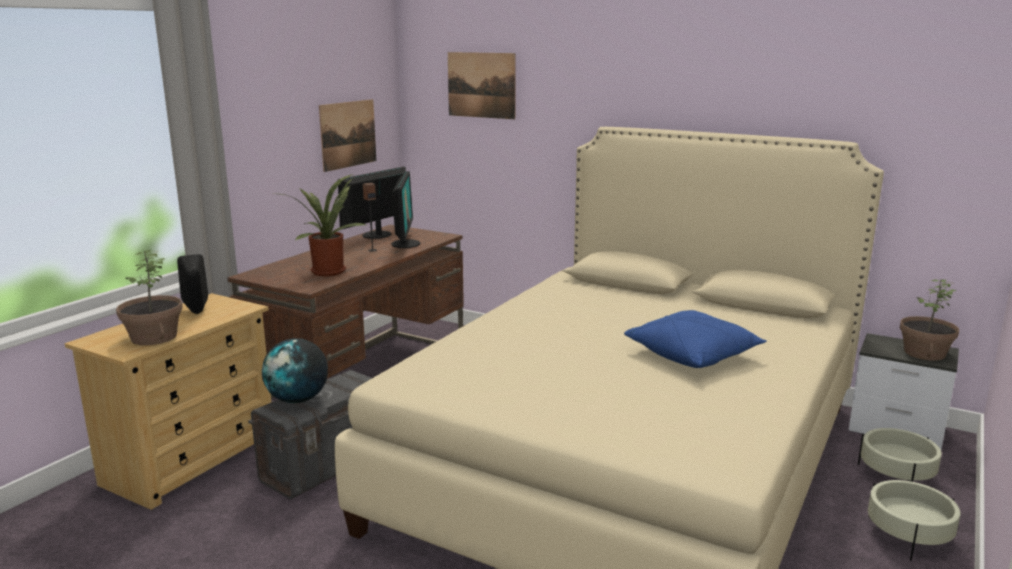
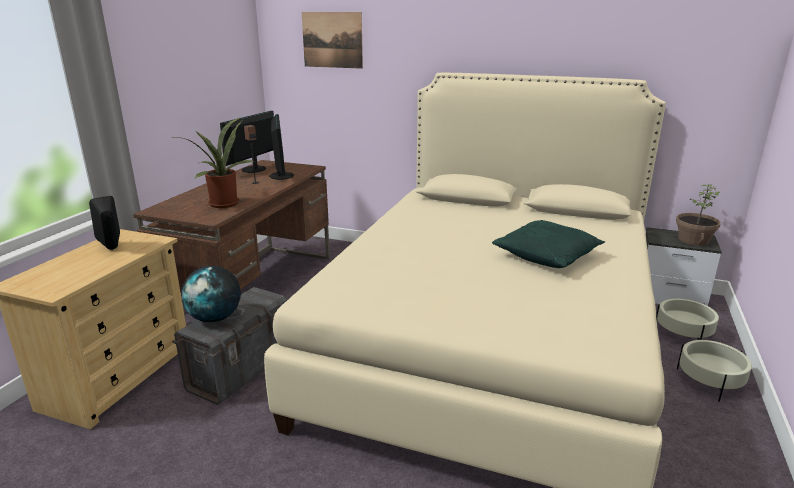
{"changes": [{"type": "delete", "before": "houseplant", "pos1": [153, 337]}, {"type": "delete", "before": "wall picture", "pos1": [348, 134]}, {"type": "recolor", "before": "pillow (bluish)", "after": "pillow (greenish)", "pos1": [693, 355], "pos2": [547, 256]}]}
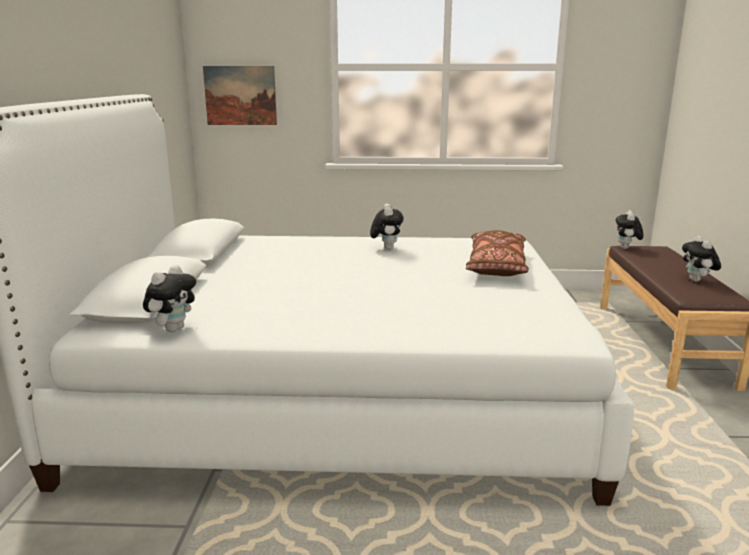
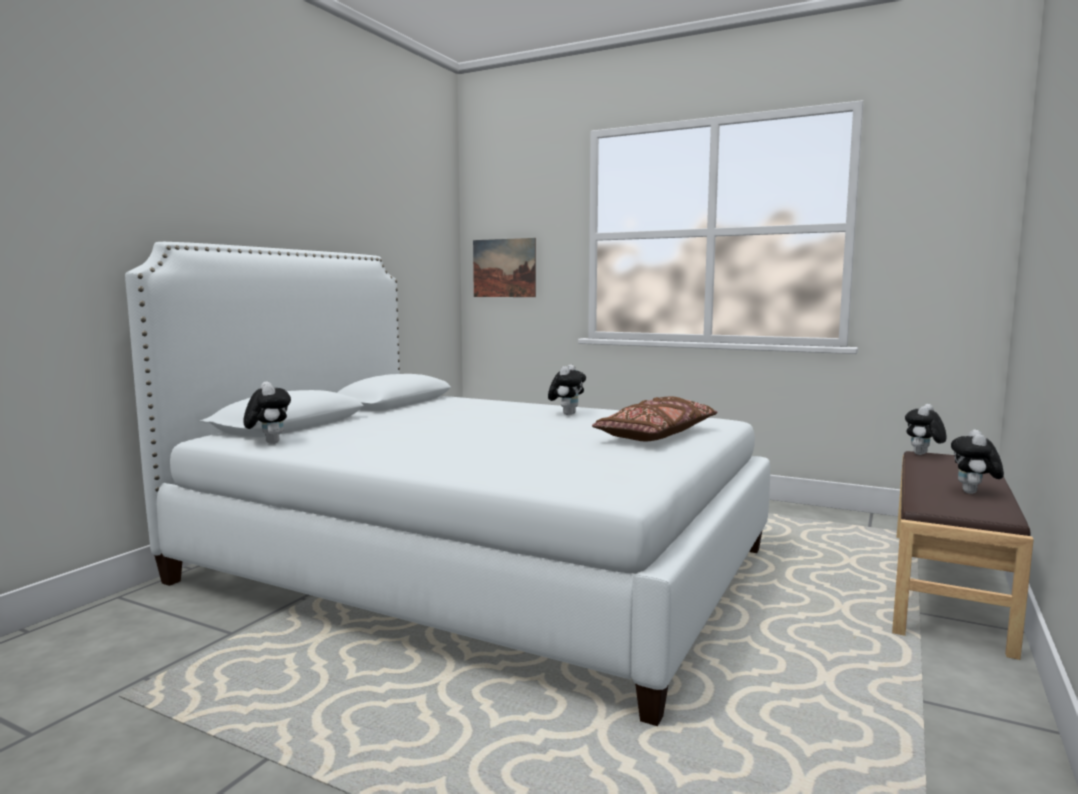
{"changes": [{"type": "rotate", "before": "soft toy", "pos1": [173, 328], "pos2": [269, 442], "turn": -75}]}
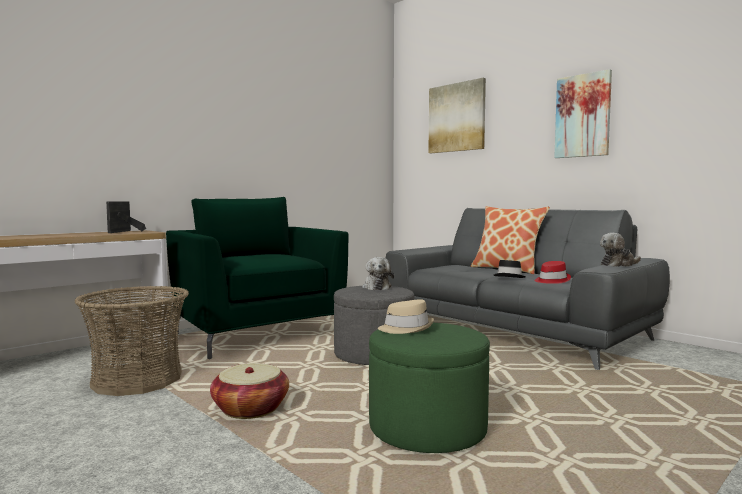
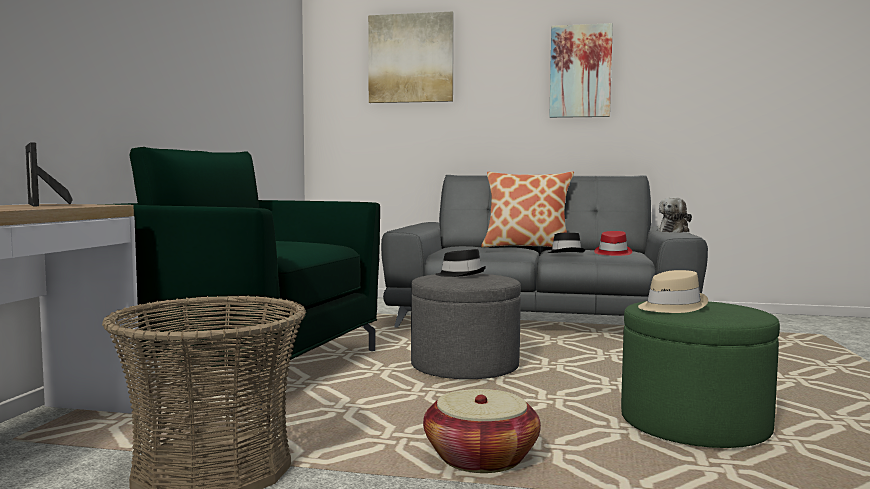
{"changes": [{"type": "replace", "before": "soft toy", "after": "wearable hat (blackish)", "pos1": [376, 287], "pos2": [461, 274]}]}
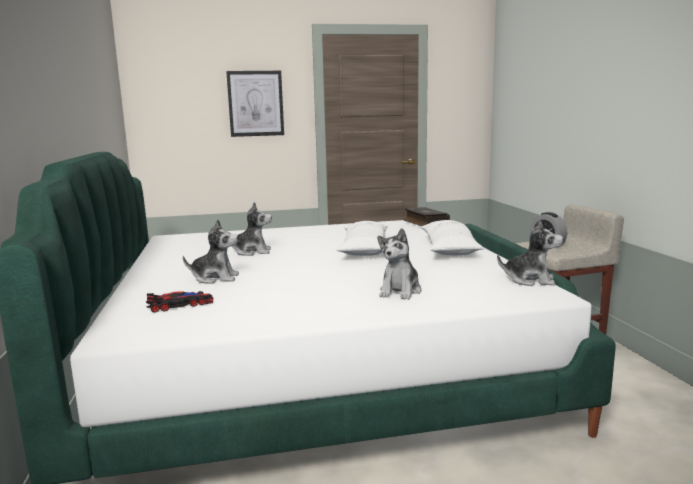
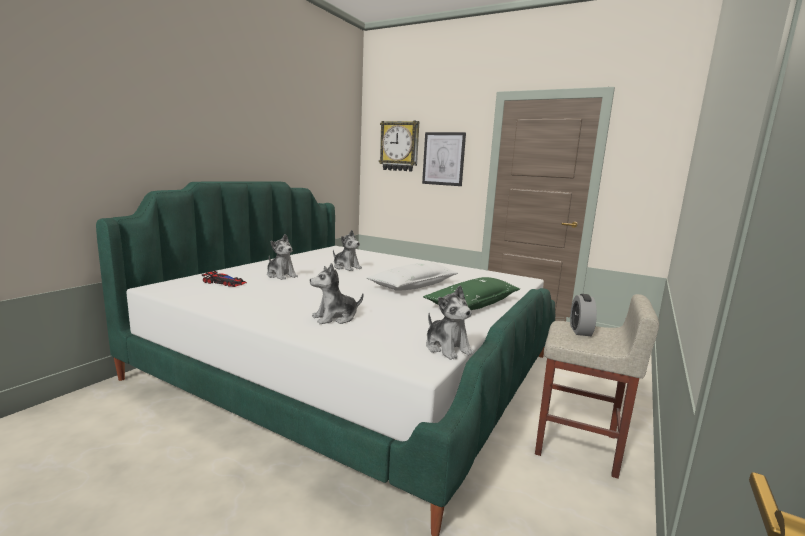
{"changes": [{"type": "delete", "before": "bound book", "pos1": [425, 223]}, {"type": "recolor", "before": "pillow (white)", "after": "pillow (greenish)", "pos1": [448, 248], "pos2": [473, 304]}, {"type": "insert", "after": "wall clock", "pos2": [399, 146]}]}
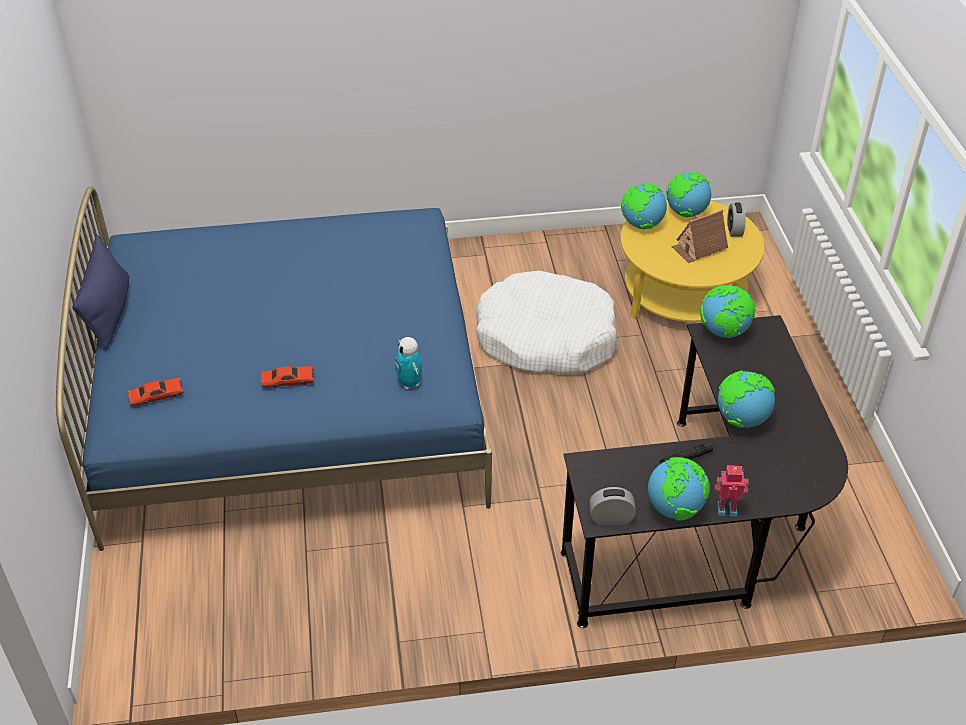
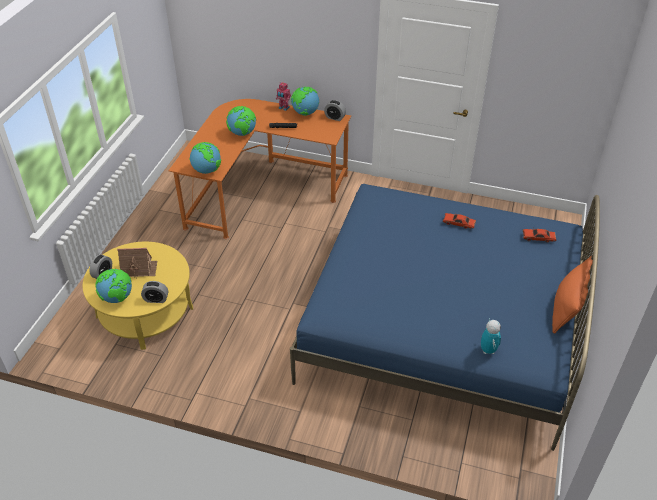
{"changes": [{"type": "recolor", "before": "pillow (bluish)", "after": "pillow (orange-coloured)", "pos1": [109, 313], "pos2": [567, 307]}, {"type": "move", "before": "toy robot", "pos1": [409, 383], "pos2": [488, 350]}, {"type": "delete", "before": "pet bed (white)", "pos1": [546, 338]}, {"type": "recolor", "before": "desk (blackish)", "after": "desk (orange-coloured)", "pos1": [708, 529], "pos2": [259, 189]}, {"type": "replace", "before": "world globe", "after": "alarm clock", "pos1": [641, 225], "pos2": [156, 299]}]}
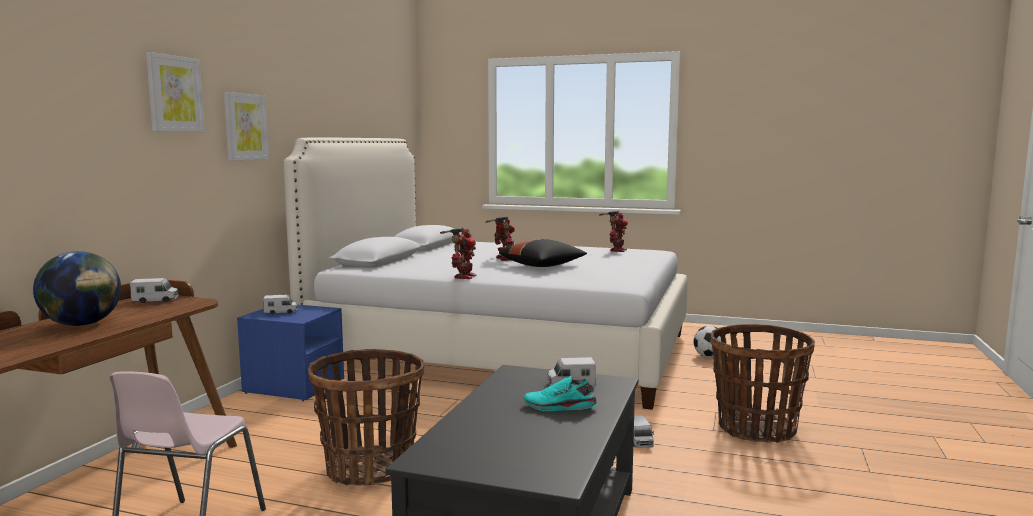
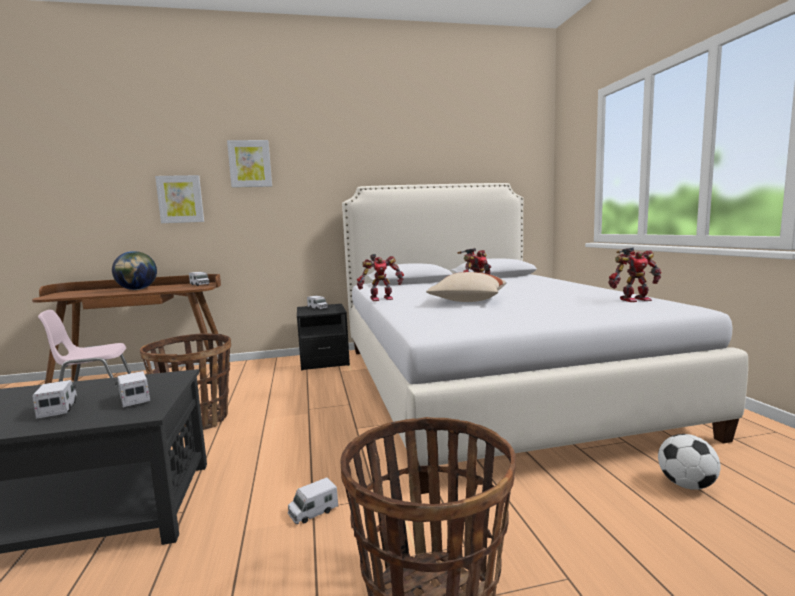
{"changes": [{"type": "move", "before": "wall picture", "pos1": [245, 127], "pos2": [180, 199]}, {"type": "recolor", "before": "bedside table (bluish)", "after": "bedside table (blackish)", "pos1": [294, 386], "pos2": [324, 361]}, {"type": "recolor", "before": "pillow (blackish)", "after": "pillow (sand-coloured)", "pos1": [543, 266], "pos2": [467, 301]}, {"type": "replace", "before": "low shoe (turquoise)", "after": "toy lorry", "pos1": [559, 408], "pos2": [58, 409]}]}
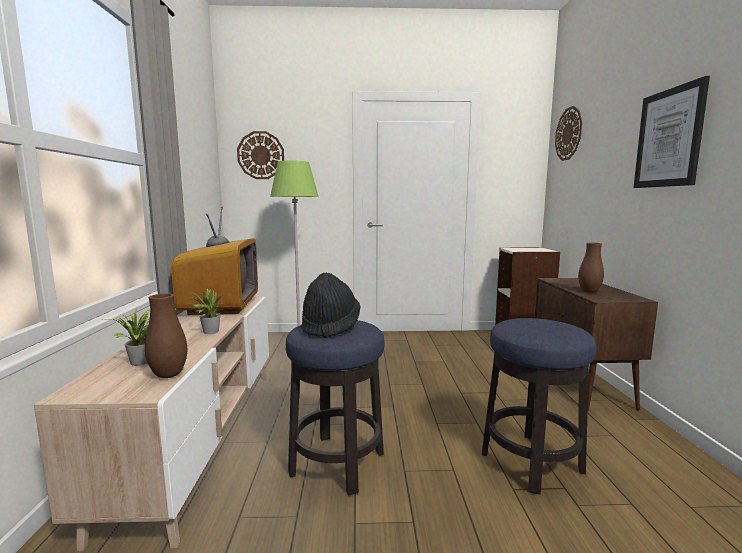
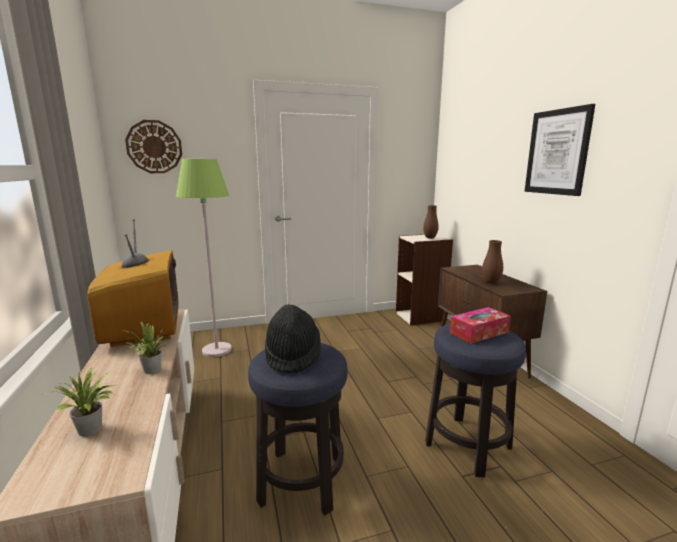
{"changes": [{"type": "move", "before": "decorative vase (brown-coloured)", "pos1": [168, 375], "pos2": [430, 238]}, {"type": "delete", "before": "wall clock", "pos1": [568, 134]}, {"type": "insert", "after": "tissue holder", "pos2": [479, 332]}]}
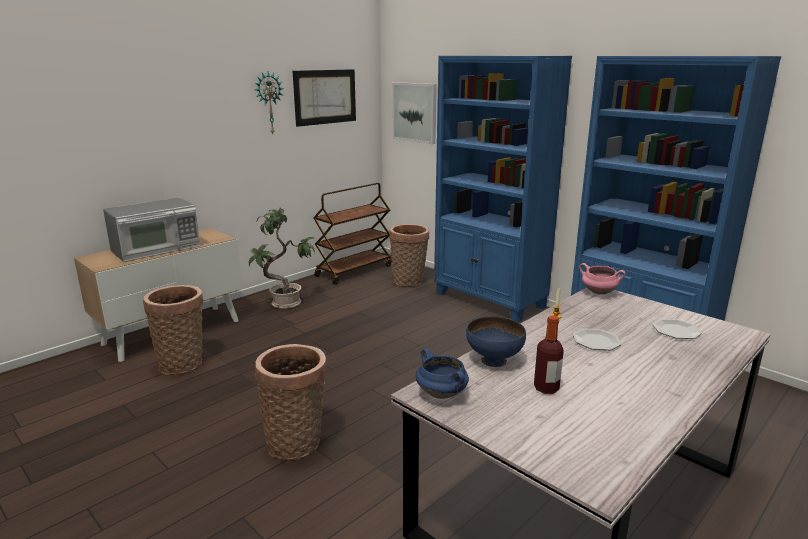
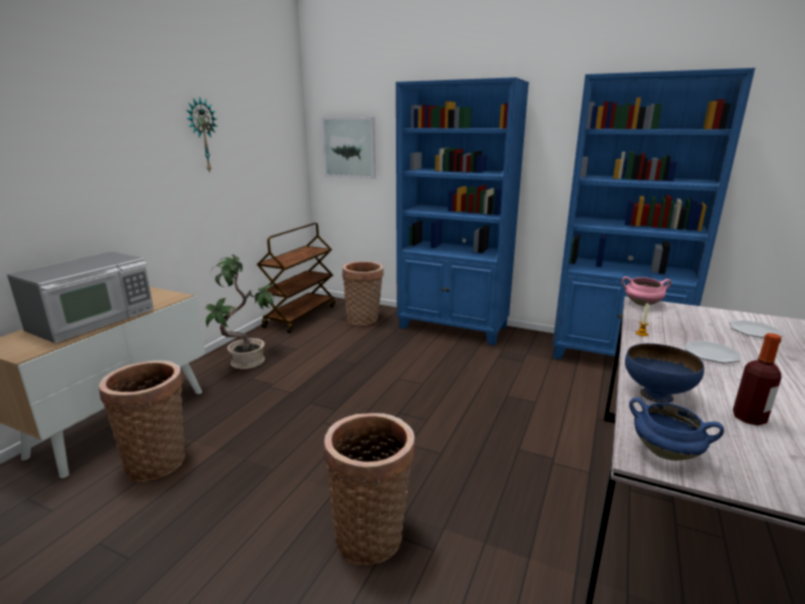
{"changes": [{"type": "delete", "before": "wall picture", "pos1": [325, 97]}]}
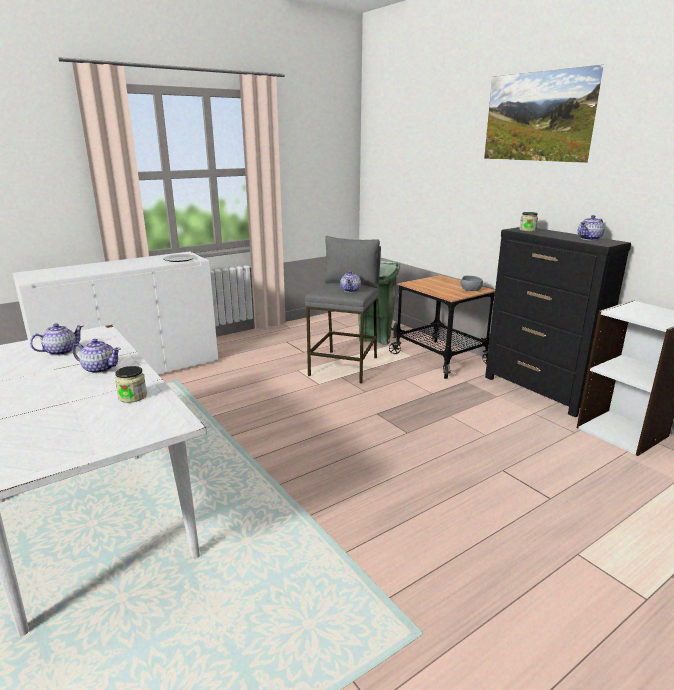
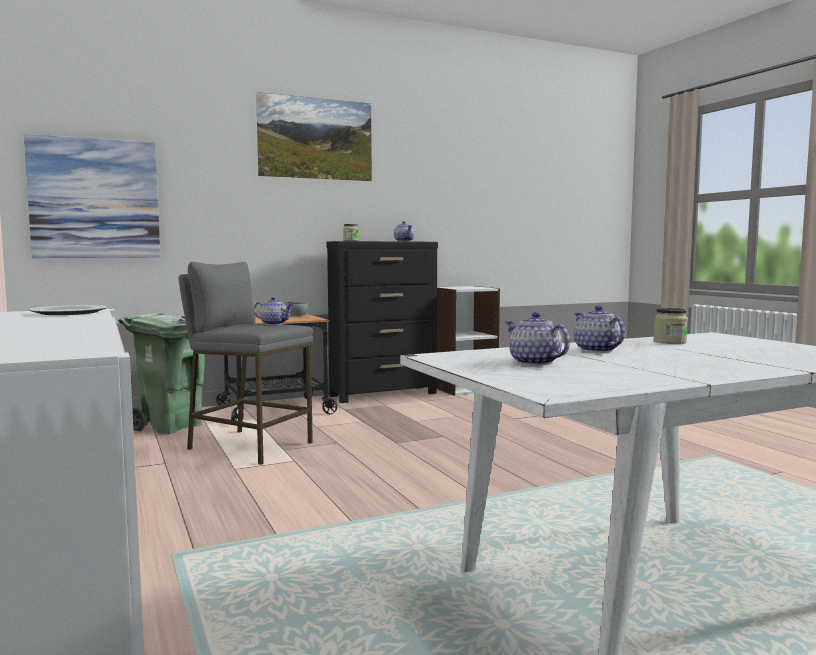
{"changes": [{"type": "rotate", "before": "pot for tea", "pos1": [100, 369], "pos2": [597, 350], "turn": -45}, {"type": "insert", "after": "wall picture", "pos2": [95, 198]}]}
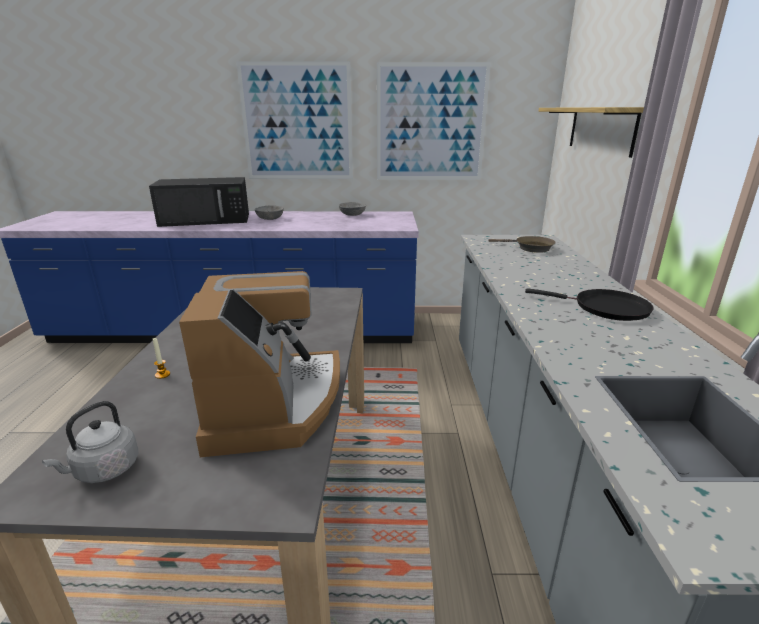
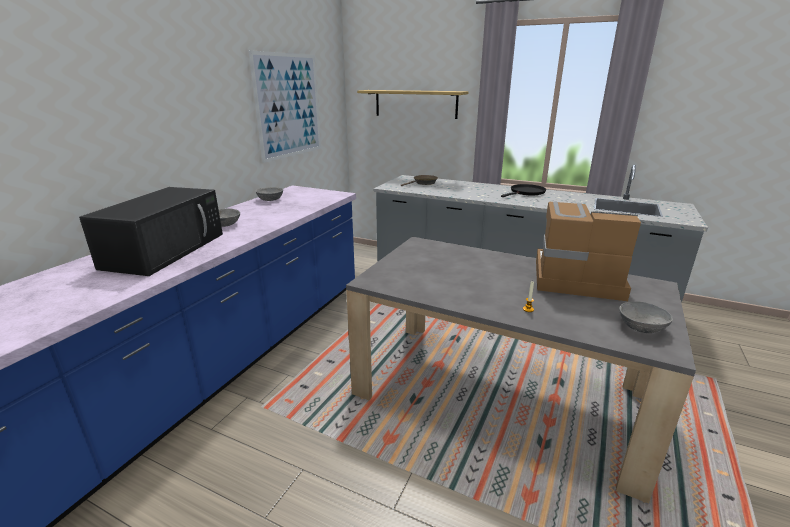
{"changes": [{"type": "replace", "before": "kettle (grey)", "after": "deep dish (grey)", "pos1": [104, 470], "pos2": [642, 327]}, {"type": "delete", "before": "wall picture", "pos1": [297, 122]}]}
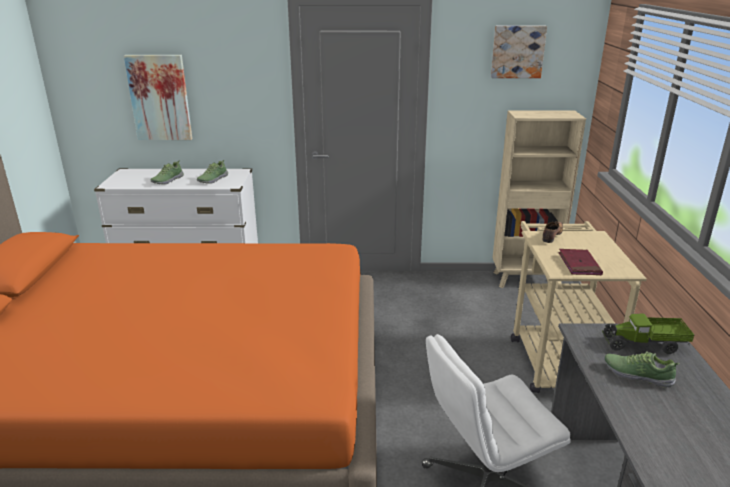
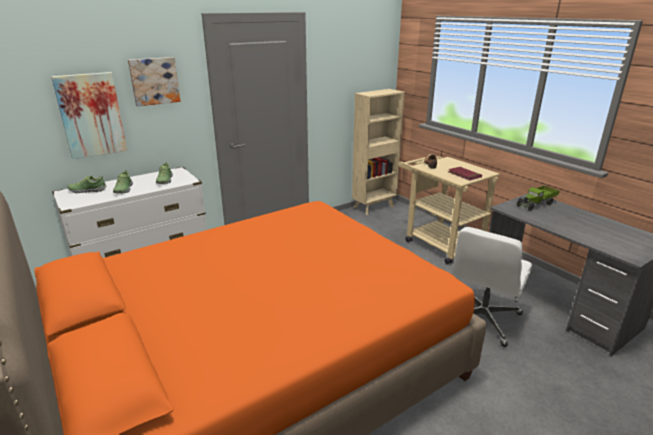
{"changes": [{"type": "move", "before": "wall picture", "pos1": [517, 51], "pos2": [154, 81]}, {"type": "move", "before": "low shoe", "pos1": [637, 374], "pos2": [87, 190]}]}
